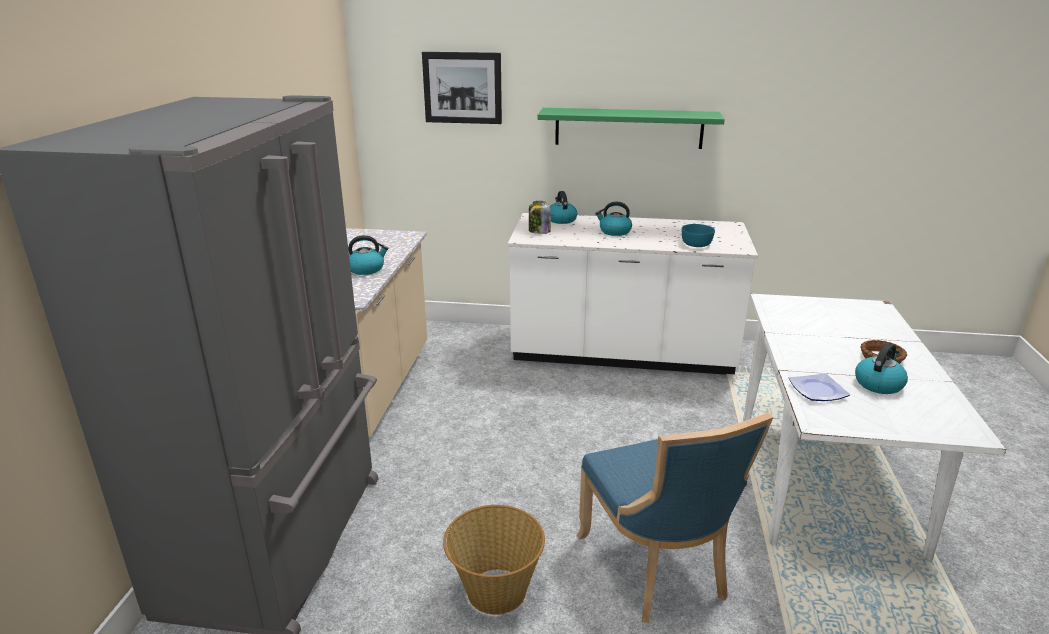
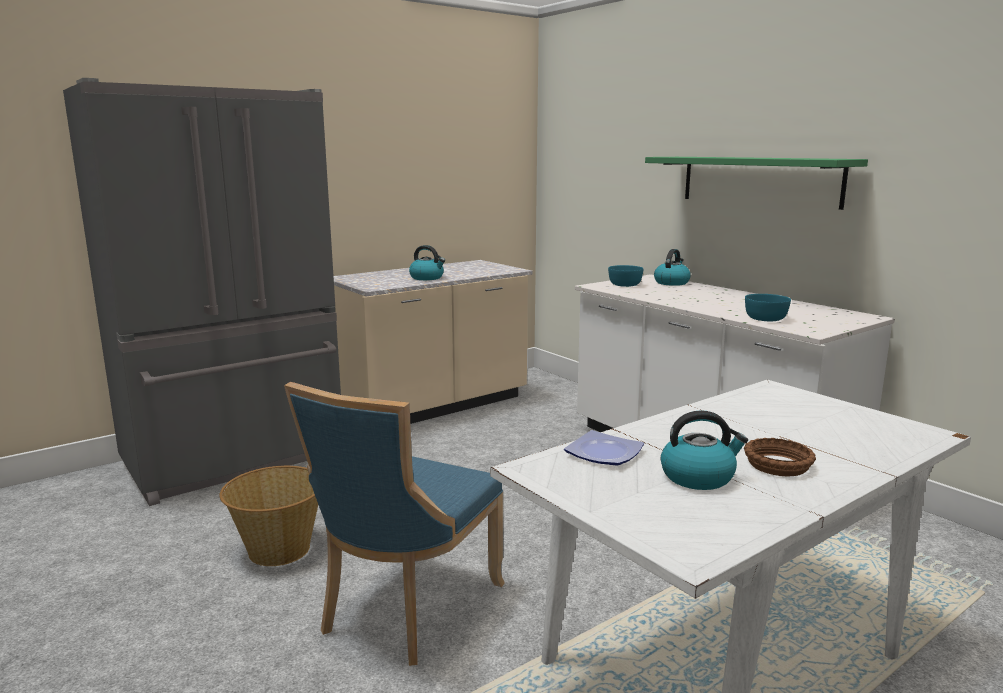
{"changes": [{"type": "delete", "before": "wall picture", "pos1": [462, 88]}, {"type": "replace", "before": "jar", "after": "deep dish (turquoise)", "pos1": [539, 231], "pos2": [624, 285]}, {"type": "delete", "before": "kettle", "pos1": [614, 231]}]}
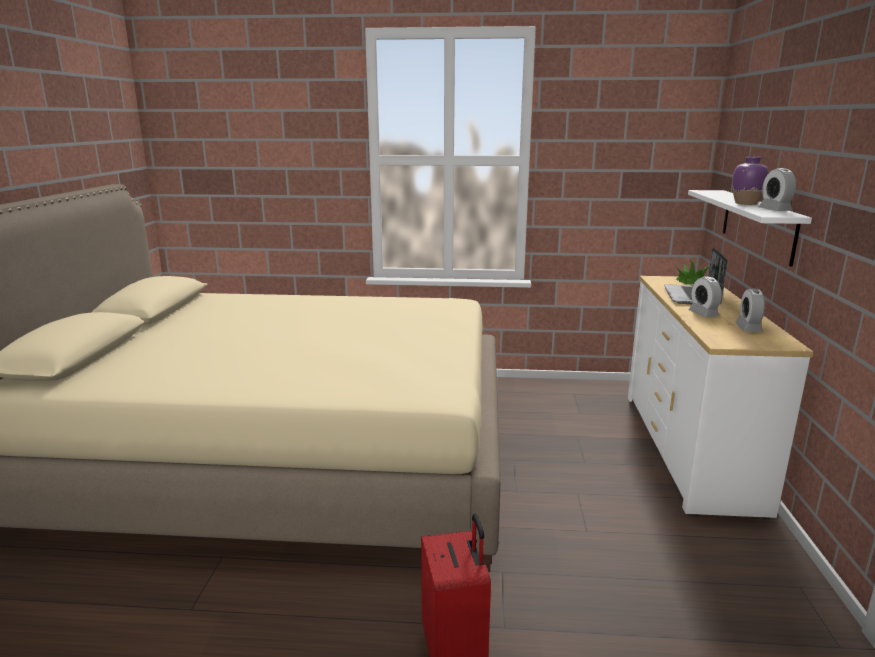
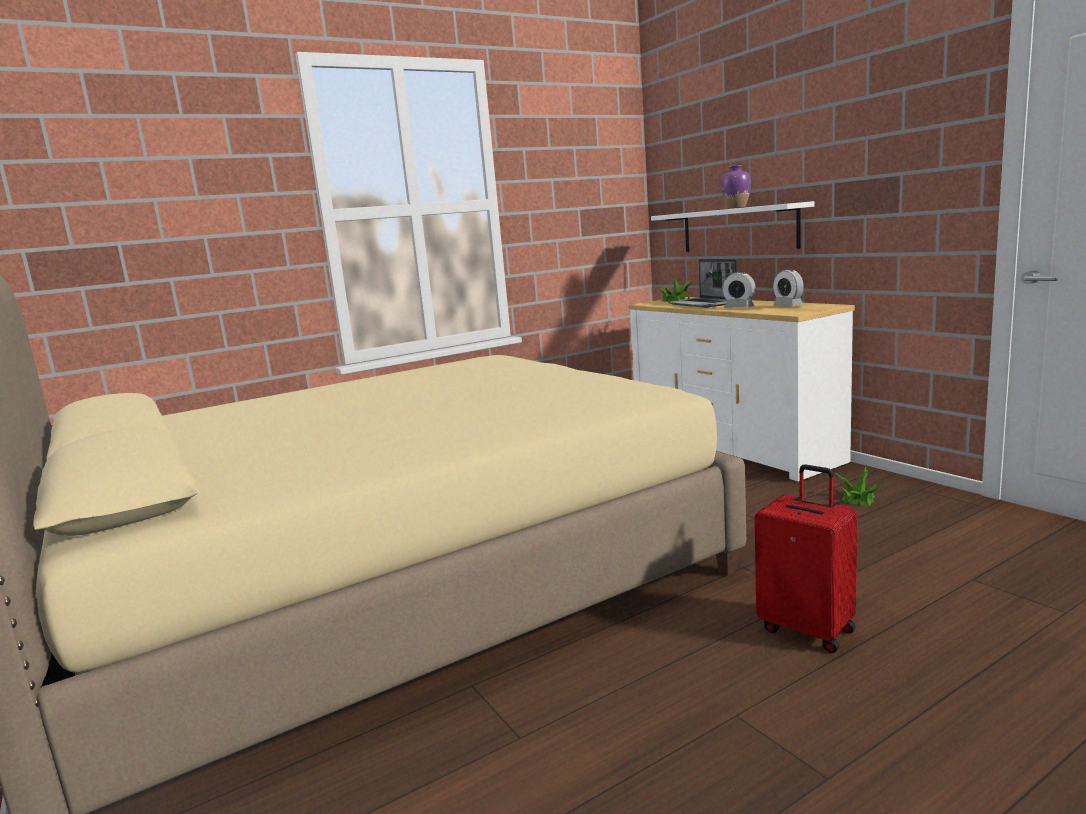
{"changes": [{"type": "delete", "before": "alarm clock", "pos1": [774, 210]}, {"type": "insert", "after": "houseplant", "pos2": [859, 498]}]}
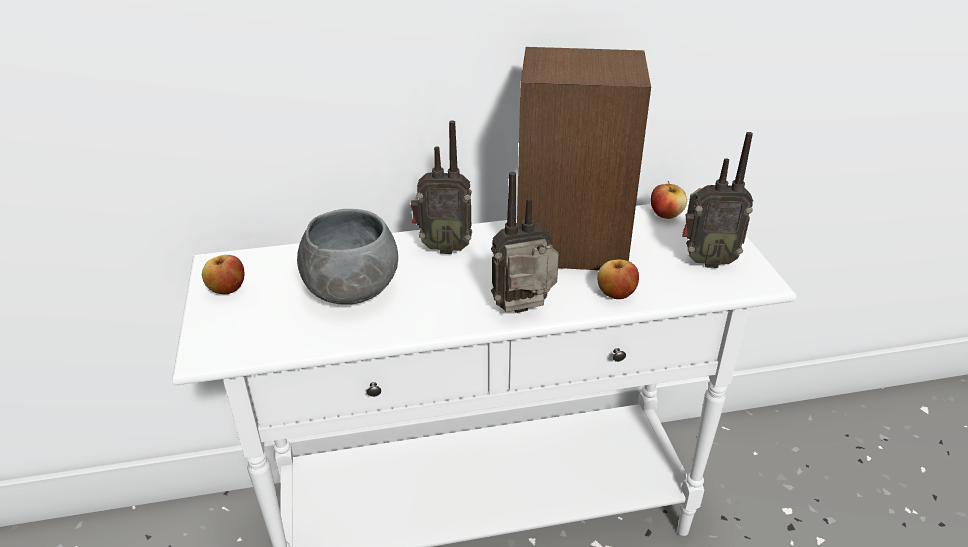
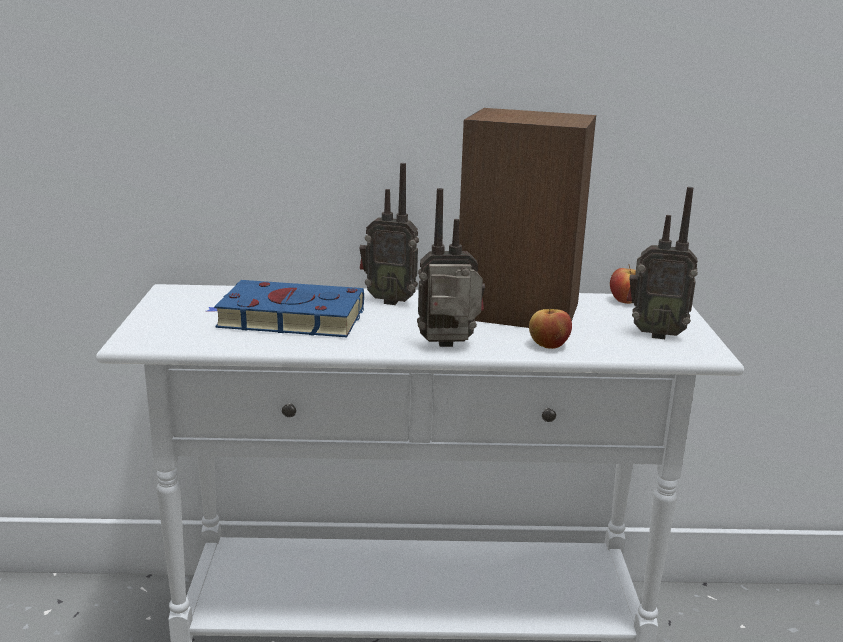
{"changes": [{"type": "delete", "before": "apple fruit", "pos1": [227, 289]}, {"type": "replace", "before": "deep dish (grey)", "after": "bound book (bluish)", "pos1": [351, 290], "pos2": [287, 318]}]}
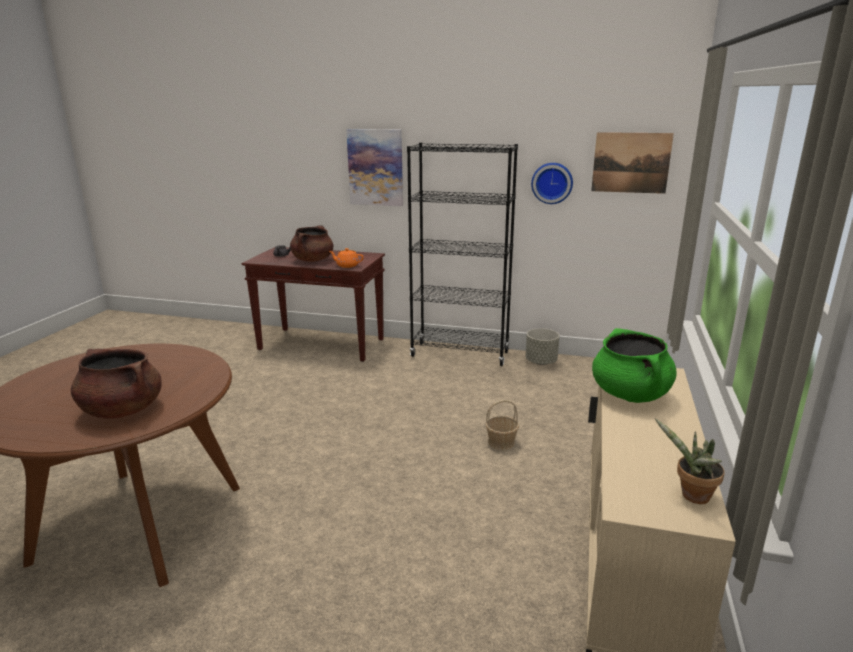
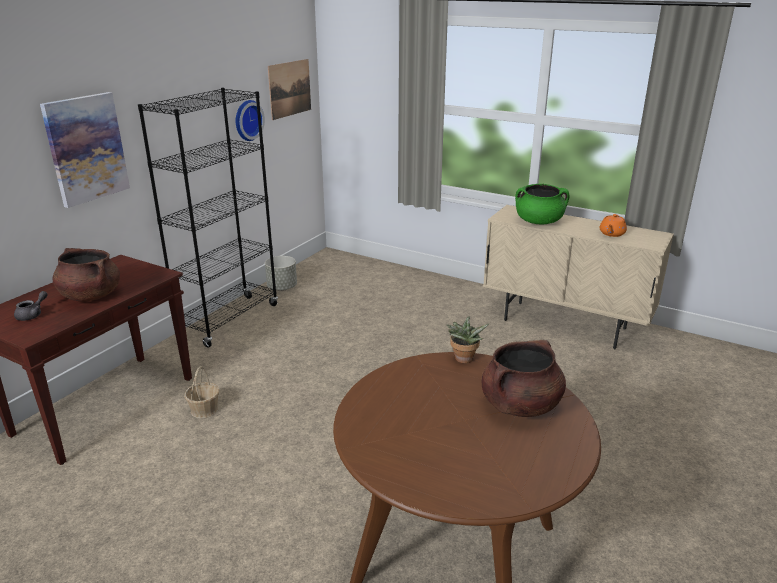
{"changes": [{"type": "move", "before": "pot for tea (orange-coloured)", "pos1": [347, 265], "pos2": [611, 234]}, {"type": "move", "before": "household basket", "pos1": [501, 443], "pos2": [204, 410]}, {"type": "move", "before": "houseplant", "pos1": [691, 496], "pos2": [463, 360]}]}
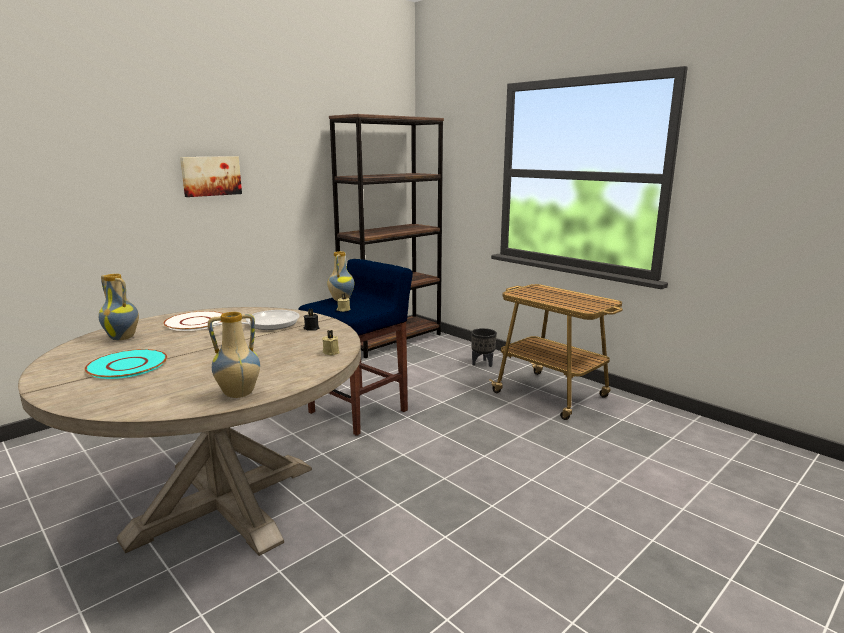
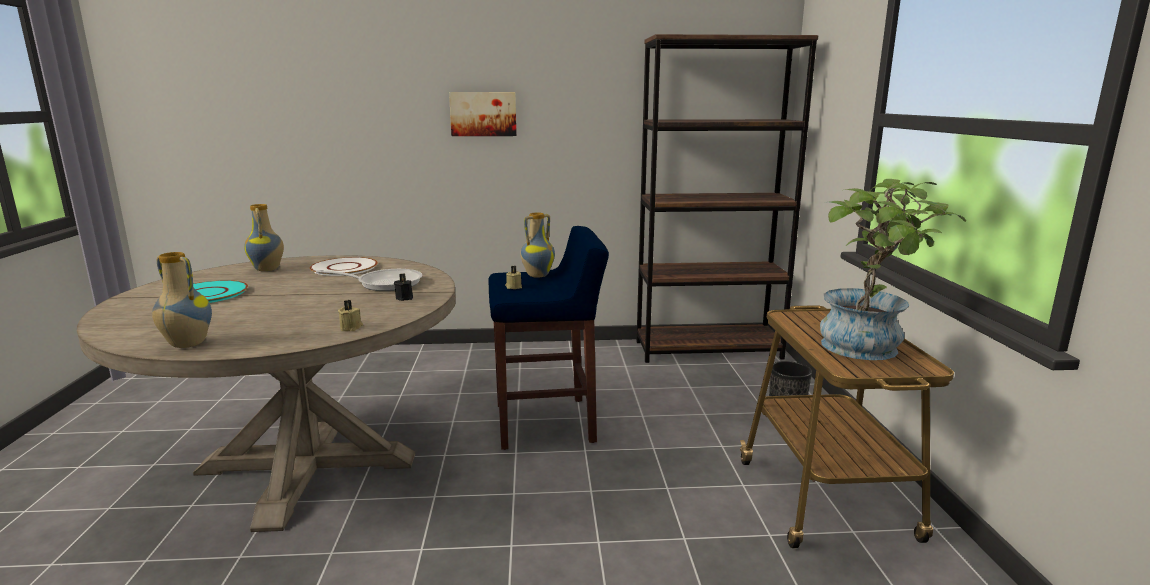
{"changes": [{"type": "insert", "after": "houseplant", "pos2": [868, 350]}]}
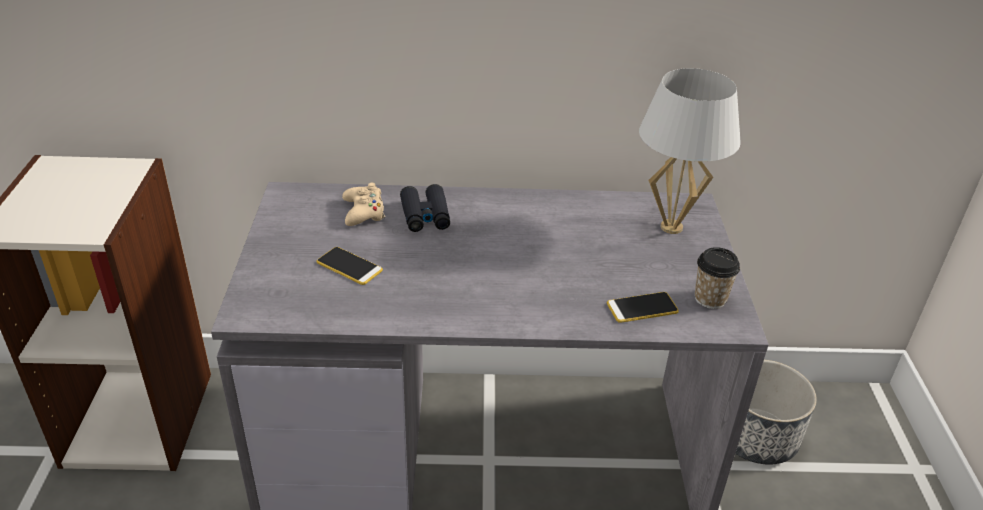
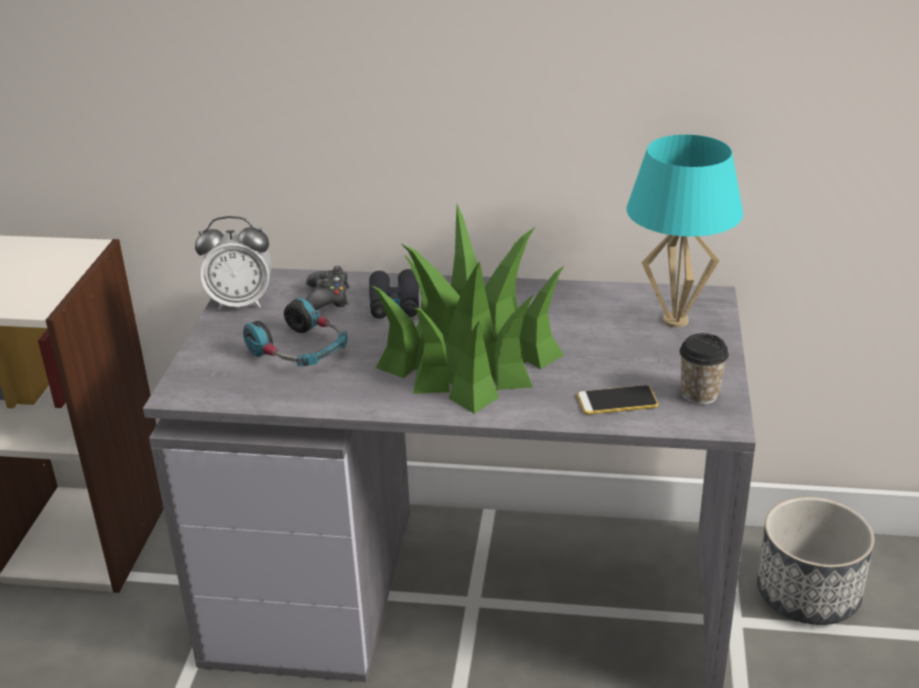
{"changes": [{"type": "replace", "before": "telephone", "after": "headphones", "pos1": [349, 266], "pos2": [300, 351]}, {"type": "recolor", "before": "joypad (sand-coloured)", "after": "joypad (blackish)", "pos1": [364, 212], "pos2": [327, 298]}, {"type": "recolor", "before": "lamp for a table (white)", "after": "lamp for a table (turquoise)", "pos1": [671, 227], "pos2": [675, 320]}, {"type": "insert", "after": "alarm clock", "pos2": [240, 303]}, {"type": "insert", "after": "houseplant", "pos2": [471, 359]}]}
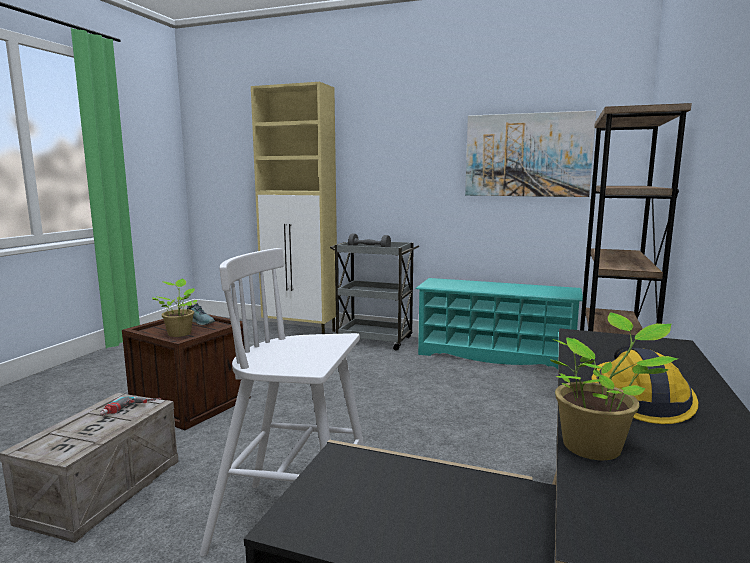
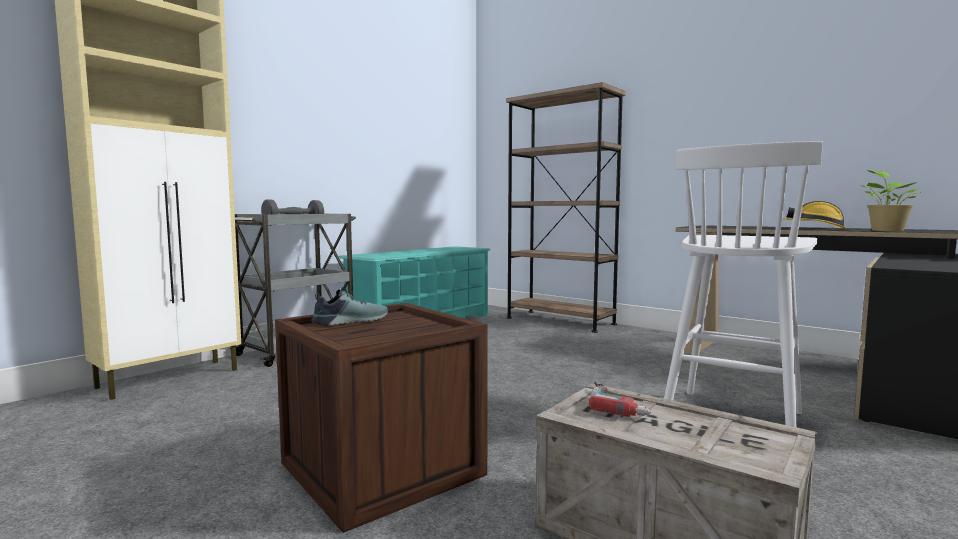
{"changes": [{"type": "delete", "before": "houseplant", "pos1": [179, 333]}, {"type": "delete", "before": "wall picture", "pos1": [527, 155]}]}
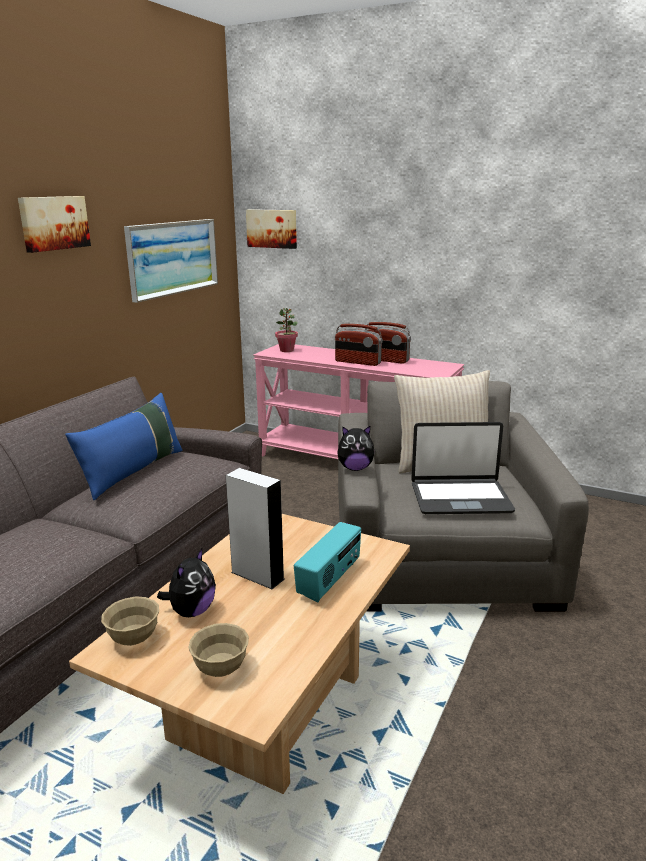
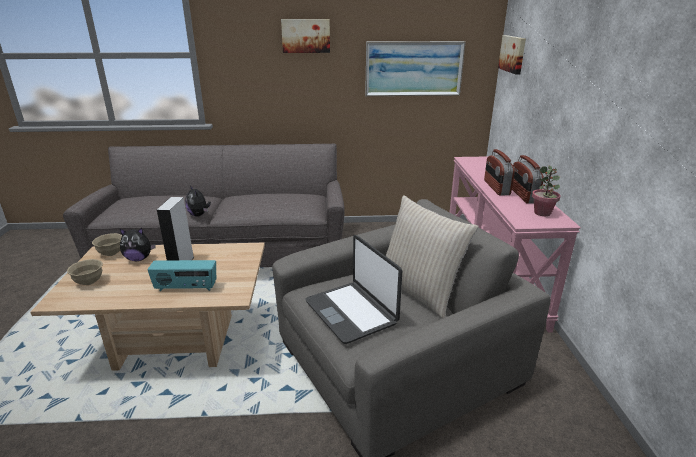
{"changes": [{"type": "delete", "before": "pillow (bluish)", "pos1": [133, 471]}, {"type": "move", "before": "houseplant", "pos1": [287, 350], "pos2": [542, 213]}, {"type": "move", "before": "soft toy", "pos1": [355, 468], "pos2": [199, 215]}]}
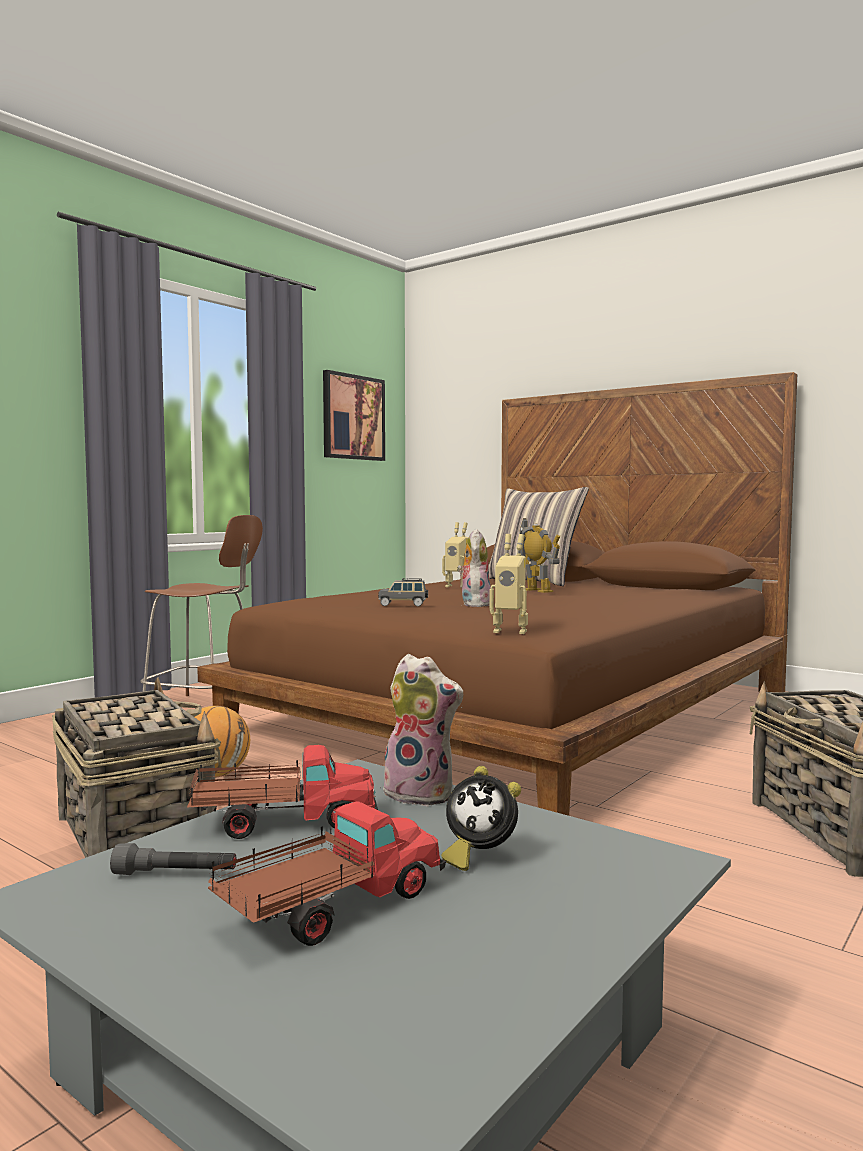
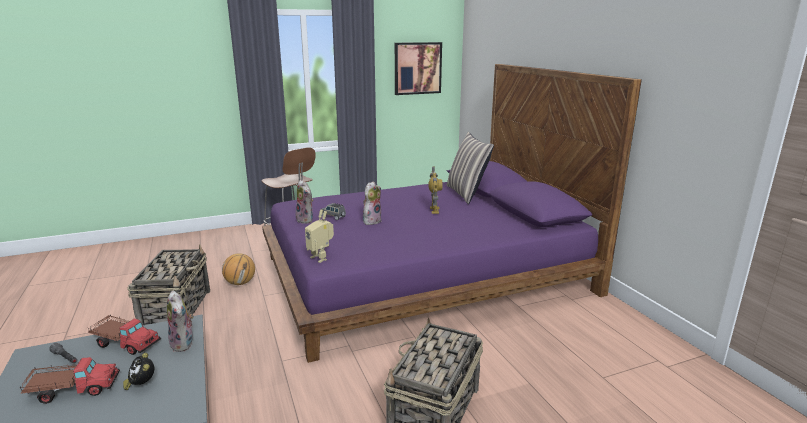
{"changes": [{"type": "recolor", "before": "bedroom bed (brown-coloured)", "after": "bedroom bed (purple)", "pos1": [525, 712], "pos2": [423, 274]}, {"type": "delete", "before": "toy robot", "pos1": [458, 586]}, {"type": "insert", "after": "soft toy", "pos2": [306, 220]}]}
